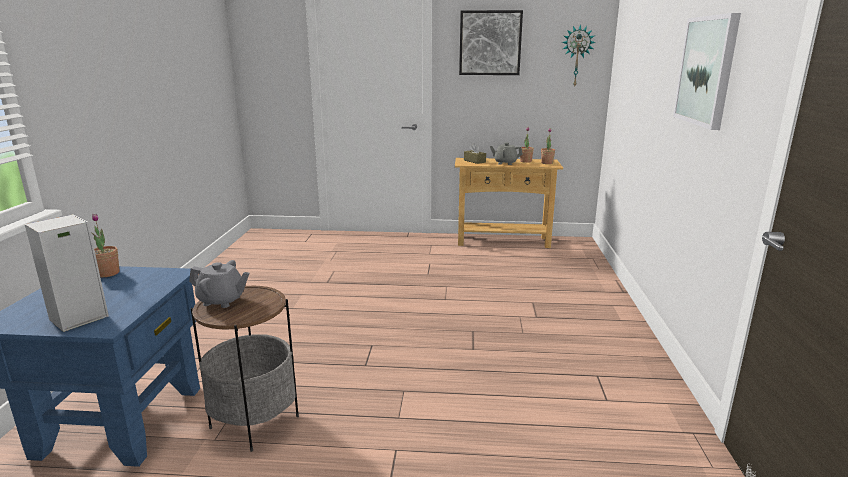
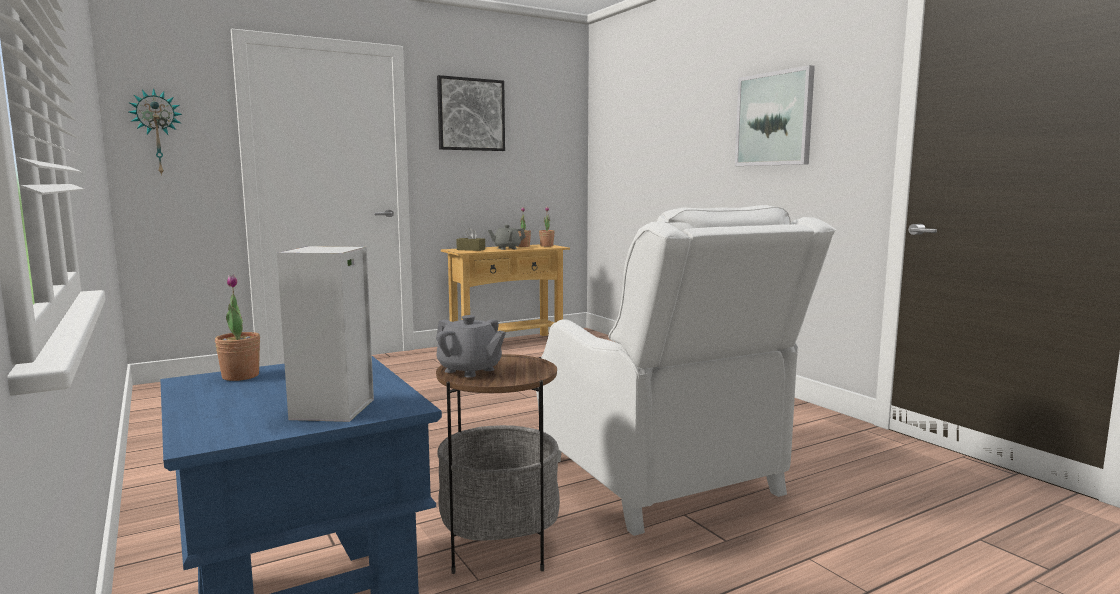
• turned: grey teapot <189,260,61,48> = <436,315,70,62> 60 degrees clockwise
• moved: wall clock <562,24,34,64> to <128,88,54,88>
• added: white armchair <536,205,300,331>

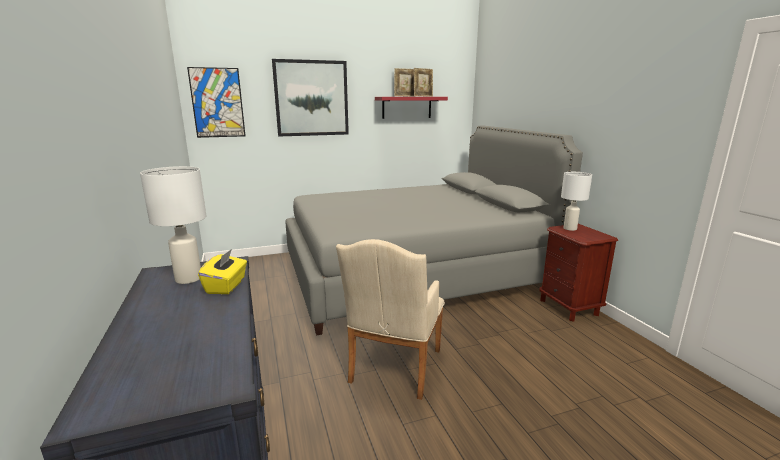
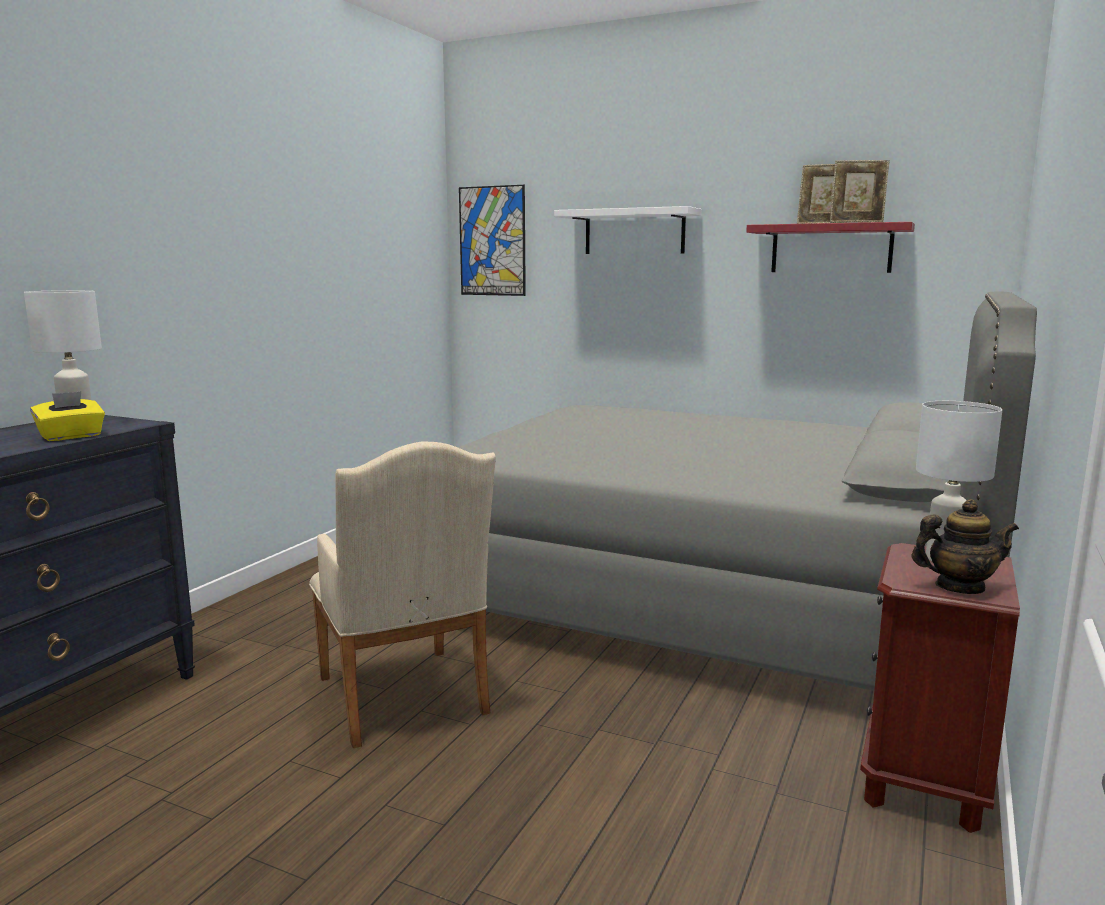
• replaced: picture <272,59,77,78> to white shelf <554,206,148,48>
• turned: beige armchair <336,239,109,161> = <309,442,187,306> 90 degrees counterclockwise
• added: teapot <911,499,108,95>

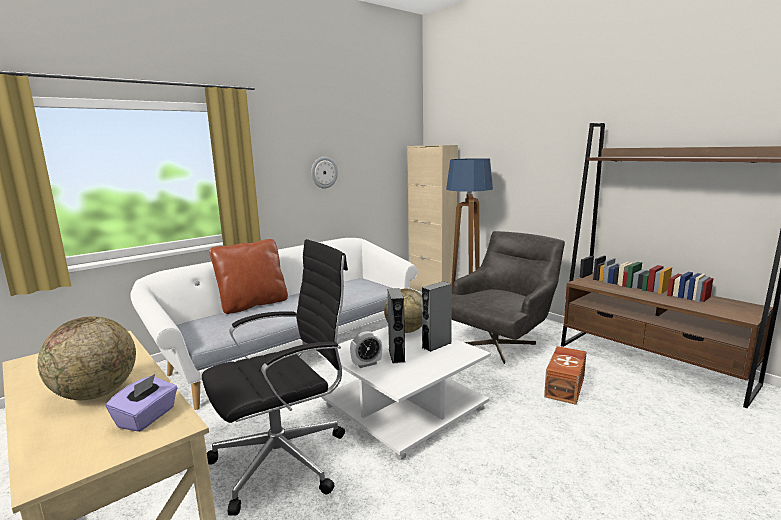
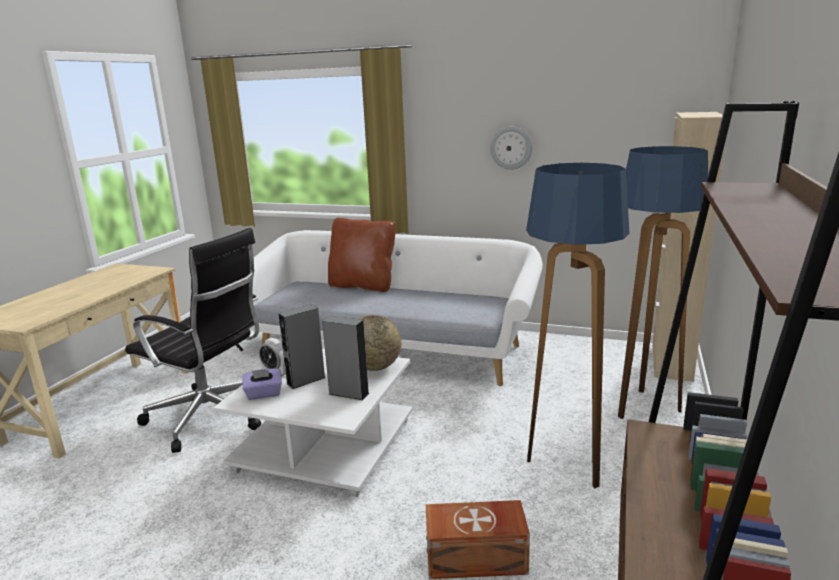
• removed: globe <38,316,98,84>
• moved: purple tissue box <106,374,71,58> to <242,369,40,31>
• replaced: grey armchair <452,231,113,133> to floor lamp <526,163,103,325>

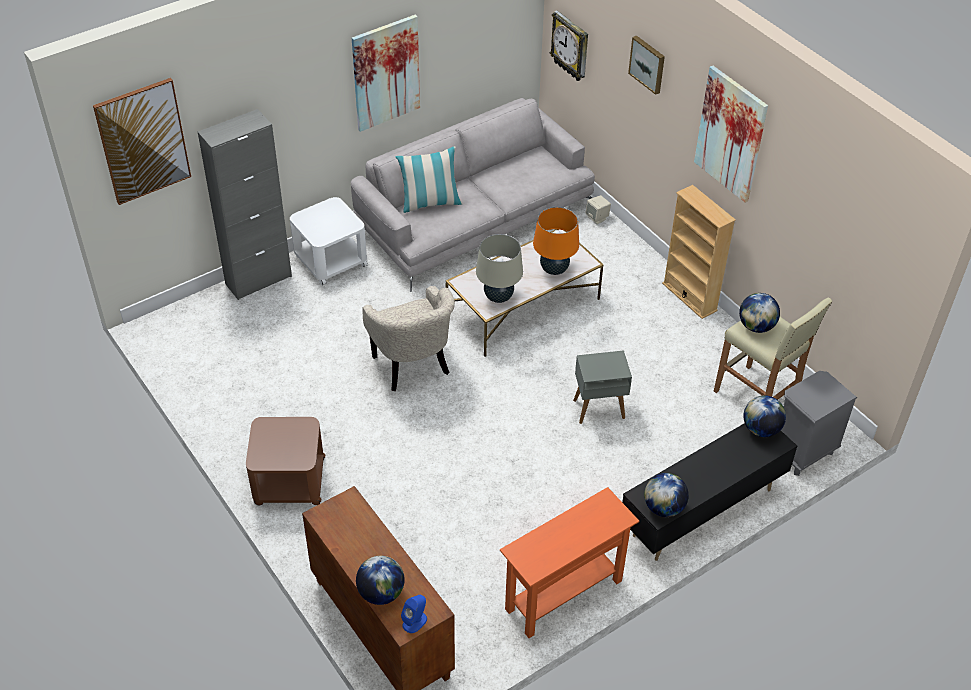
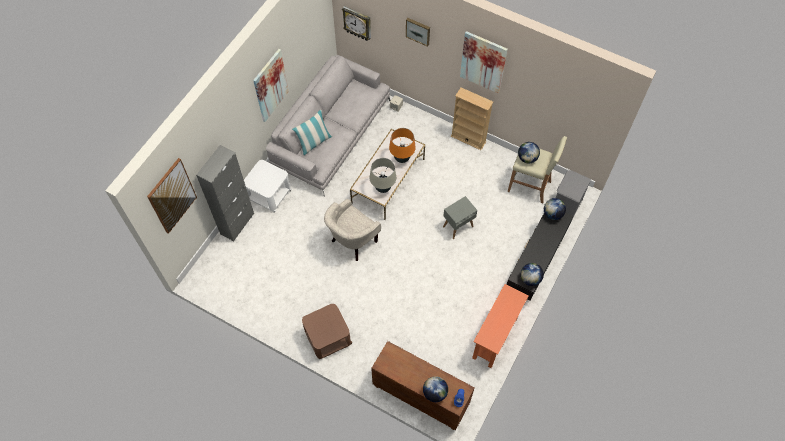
• turned: beige armchair <362,286,93,105> = <324,199,57,62> 90 degrees clockwise

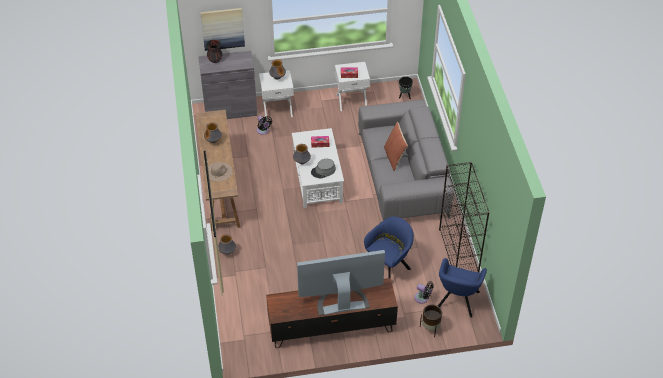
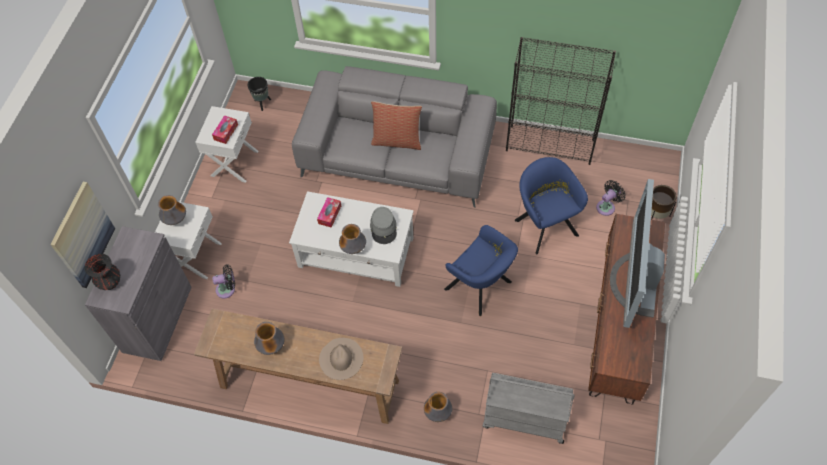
• moved: blue armchair <438,258,49,60> to <444,225,74,91>
• added: grey cart <482,373,92,71>

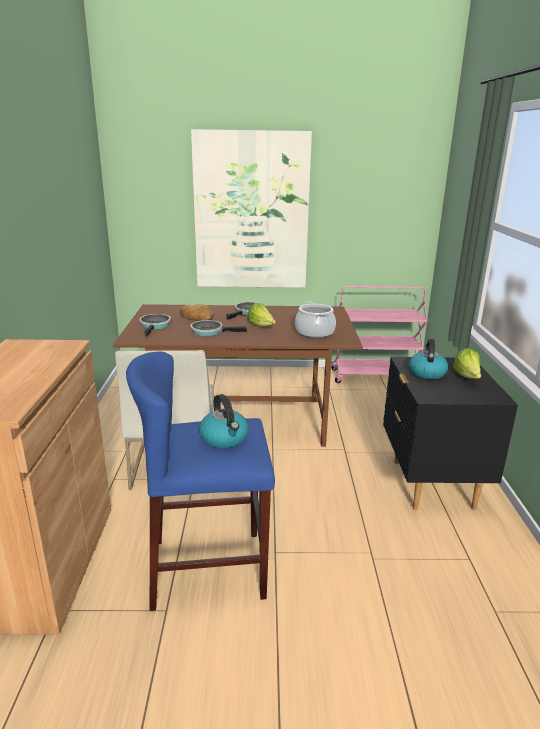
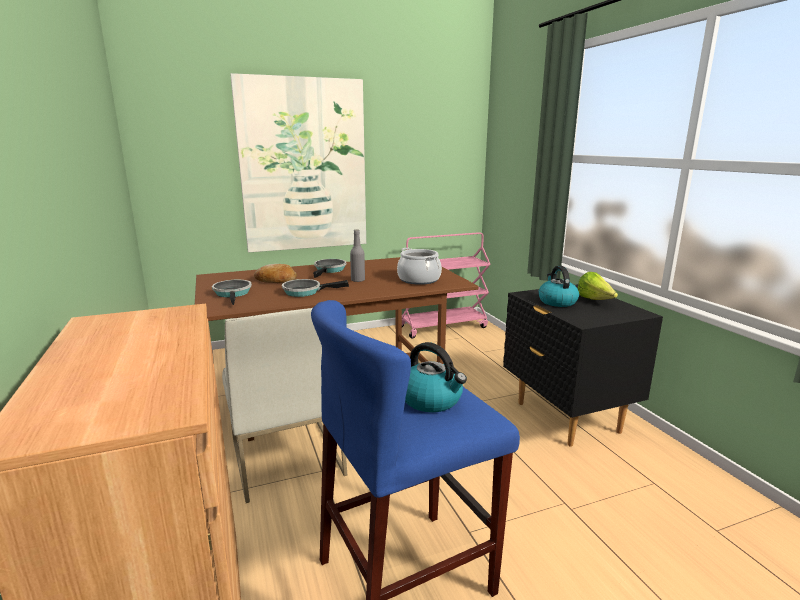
• replaced: lettuce <248,303,28,23> to grey bottle <350,230,15,52>

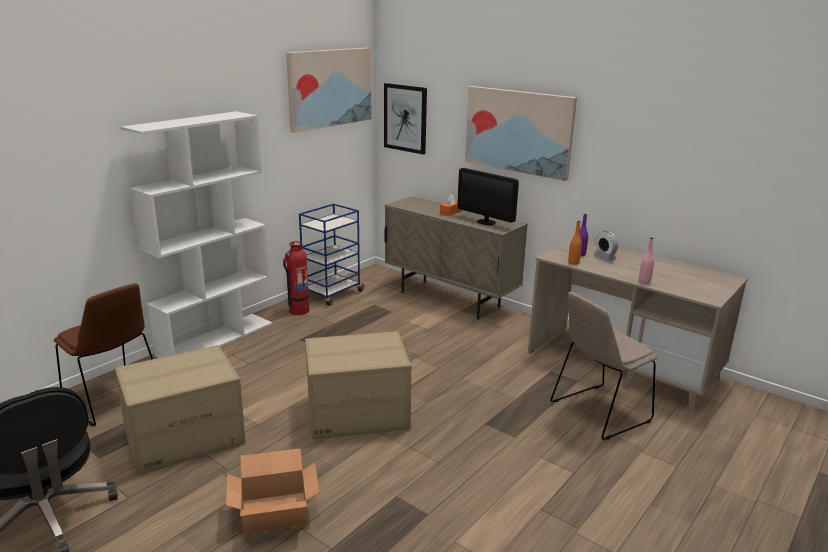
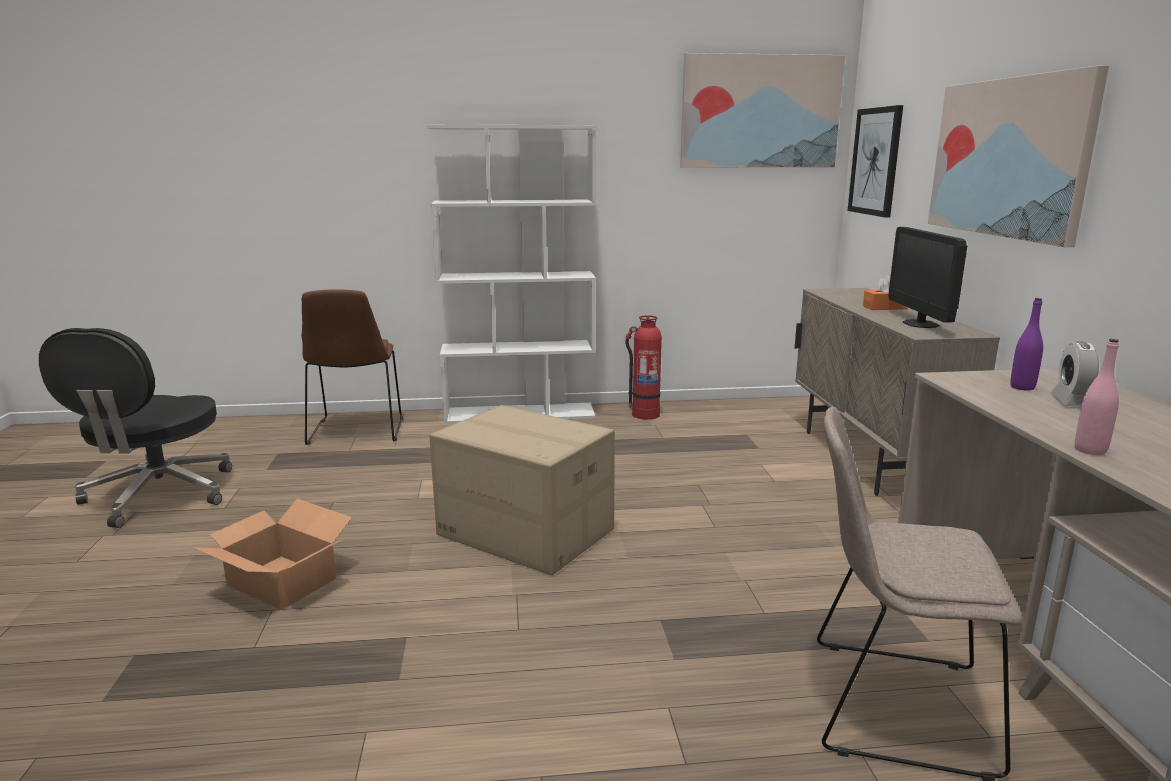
• removed: cardboard box <115,345,131,130>
• removed: blue cart <299,204,66,102>
• removed: orange bottle <568,221,14,44>

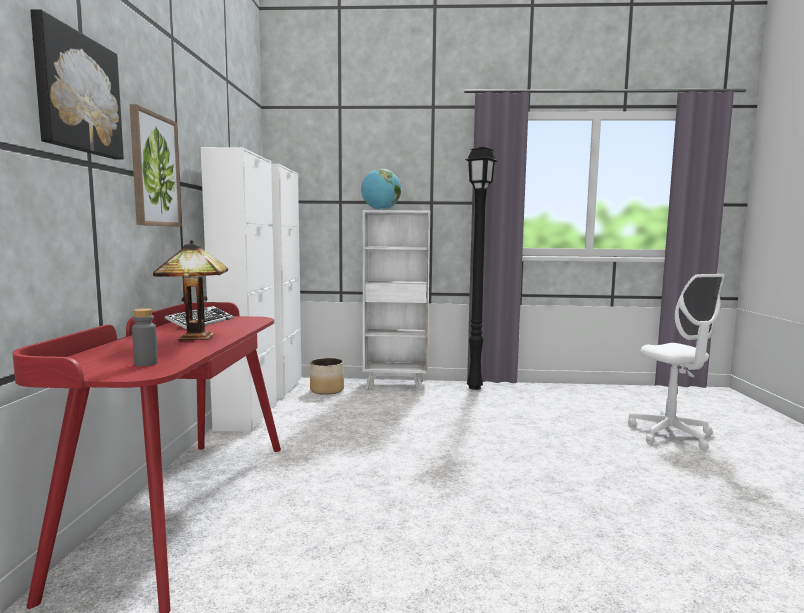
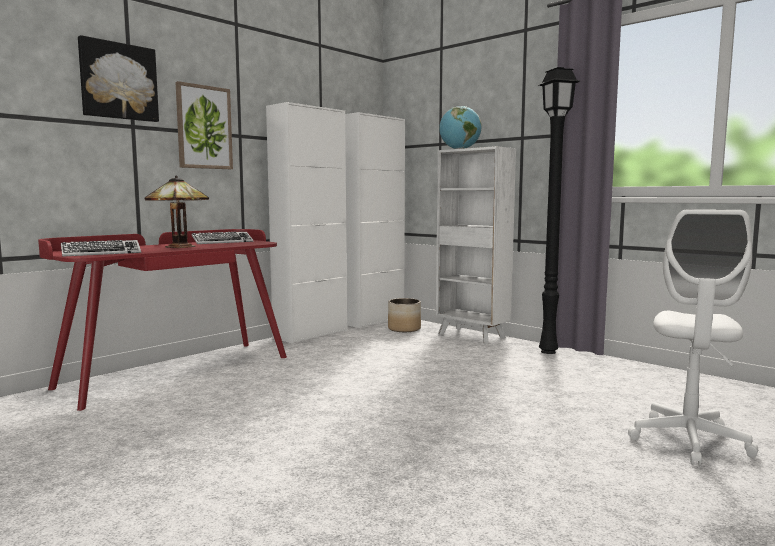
• replaced: grey bottle <132,308,26,58> to keyboard <61,240,80,17>

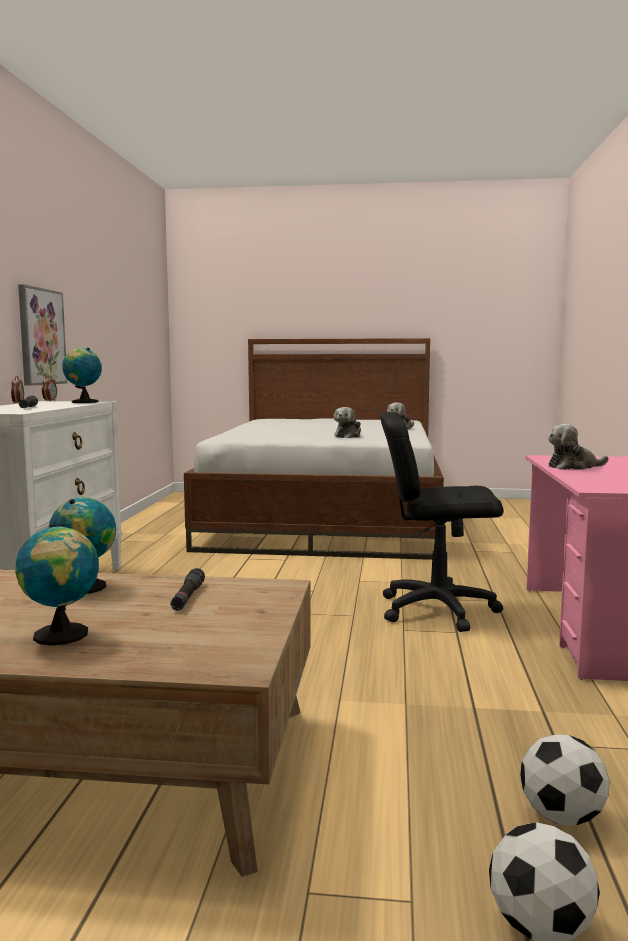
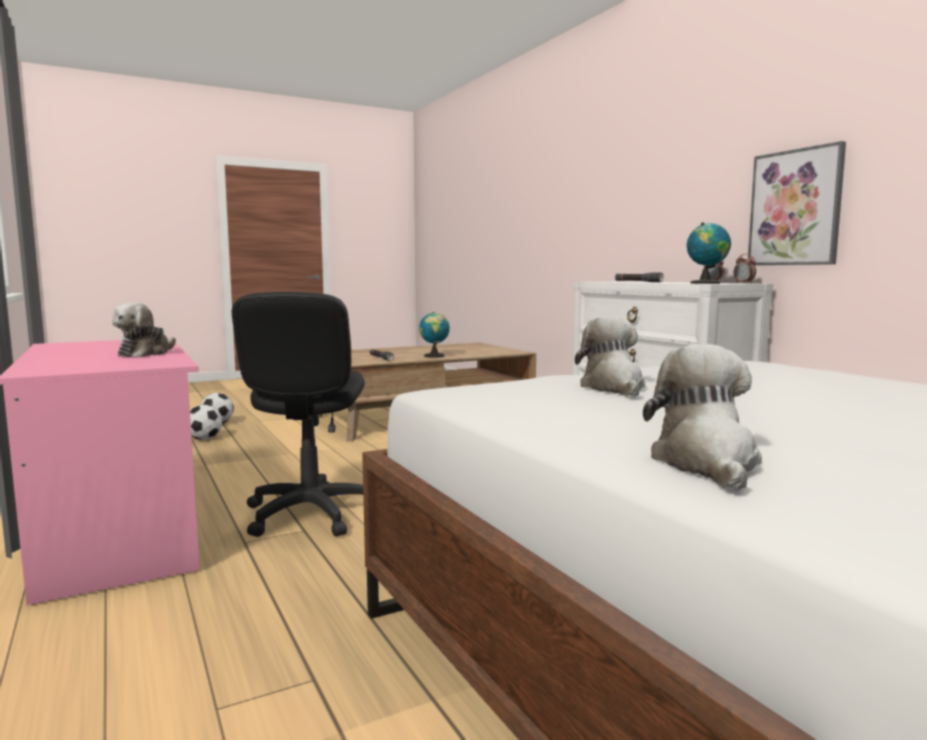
• removed: globe <15,524,84,122>
• turned: black office chair <380,412,123,220> = <232,292,133,245> 120 degrees clockwise
• turned: plush toy <548,424,60,46> = <112,302,64,55> 150 degrees clockwise

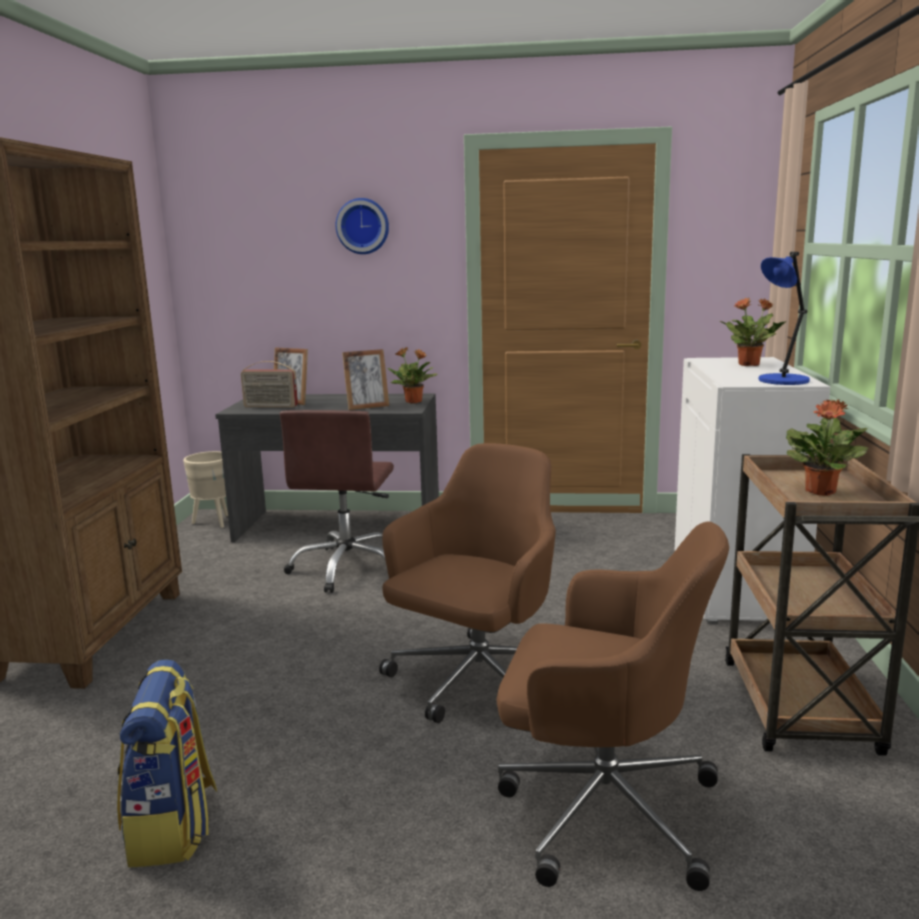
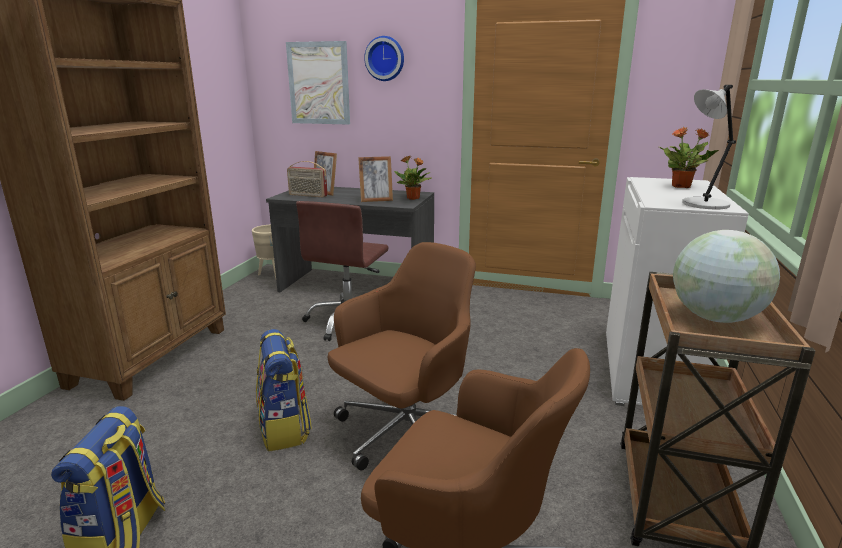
• recoloured: blue table lamp <759,252,51,133> to grey table lamp <682,85,54,124>
• replaced: potted plant <786,399,82,97> to globe <673,230,107,93>
• added: backpack <256,329,56,123>
• added: picture <286,41,64,84>

